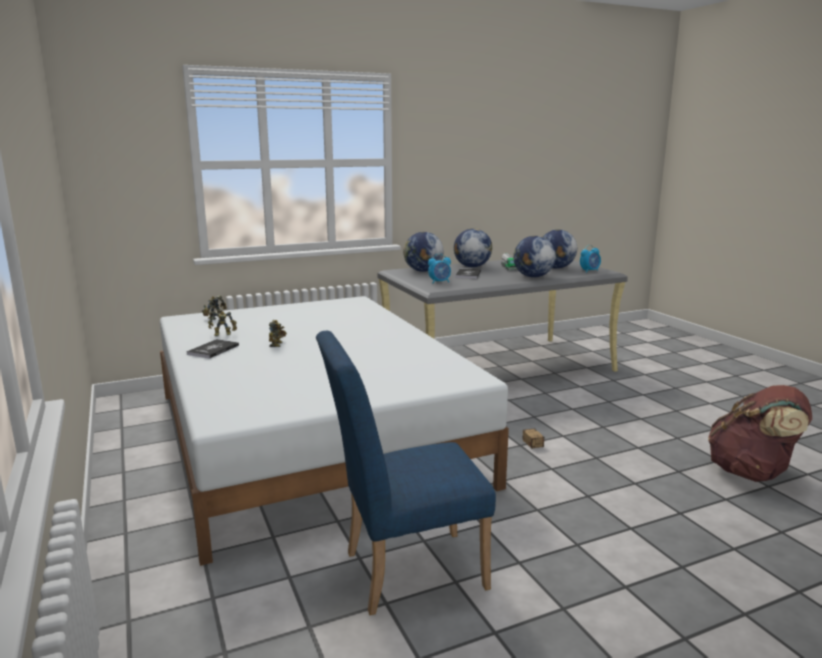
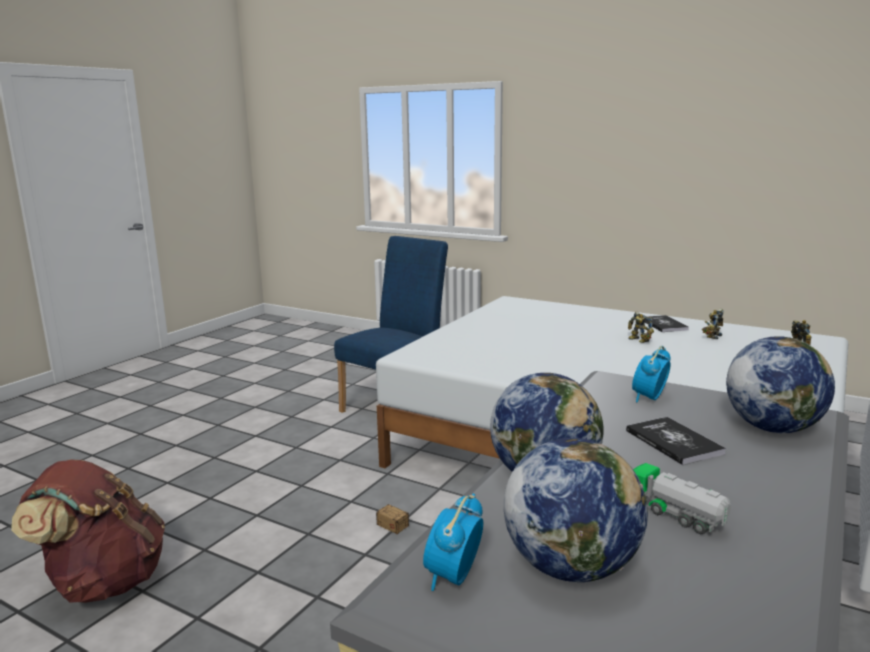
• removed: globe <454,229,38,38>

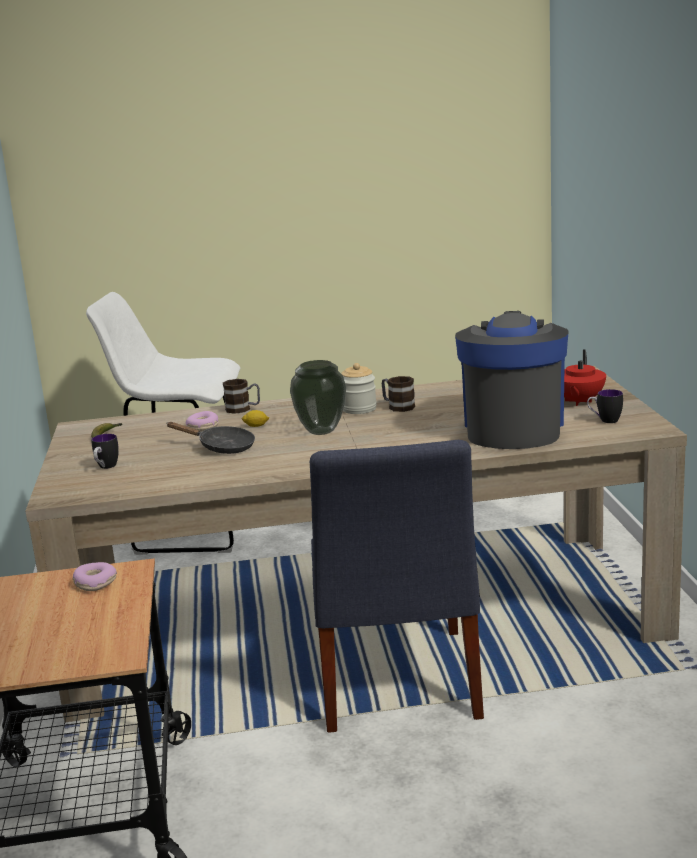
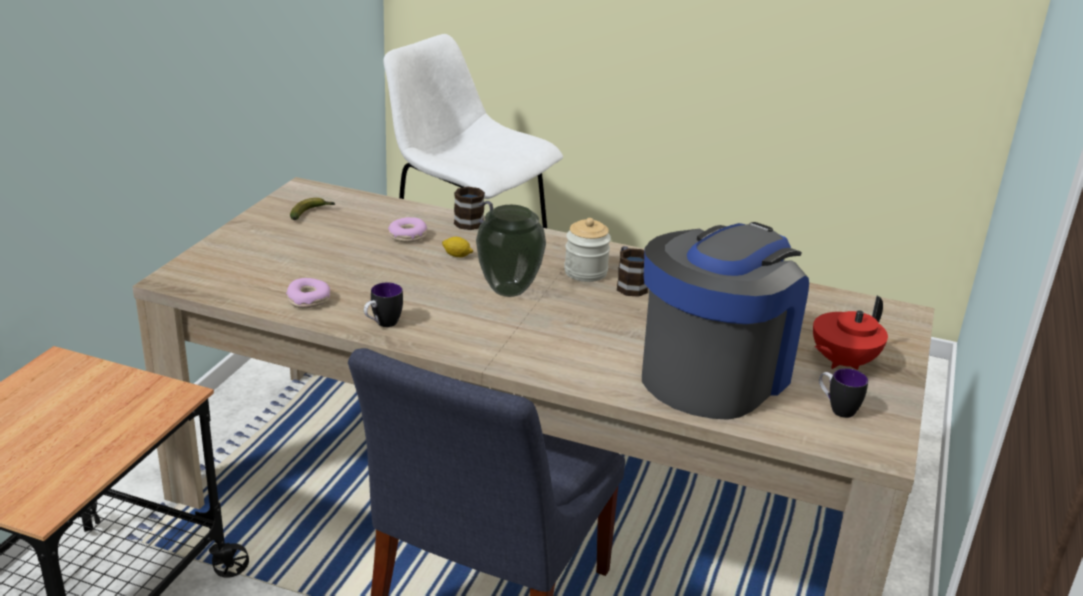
• moved: donut <73,562,44,29> to <286,278,44,30>
• moved: mug <91,434,28,35> to <364,283,39,44>
• removed: black frying pan <166,422,89,32>

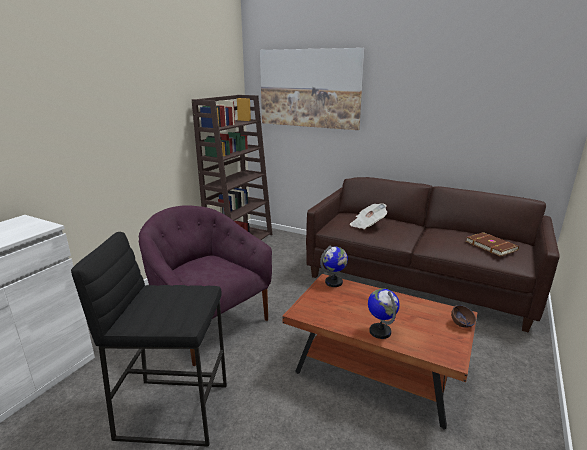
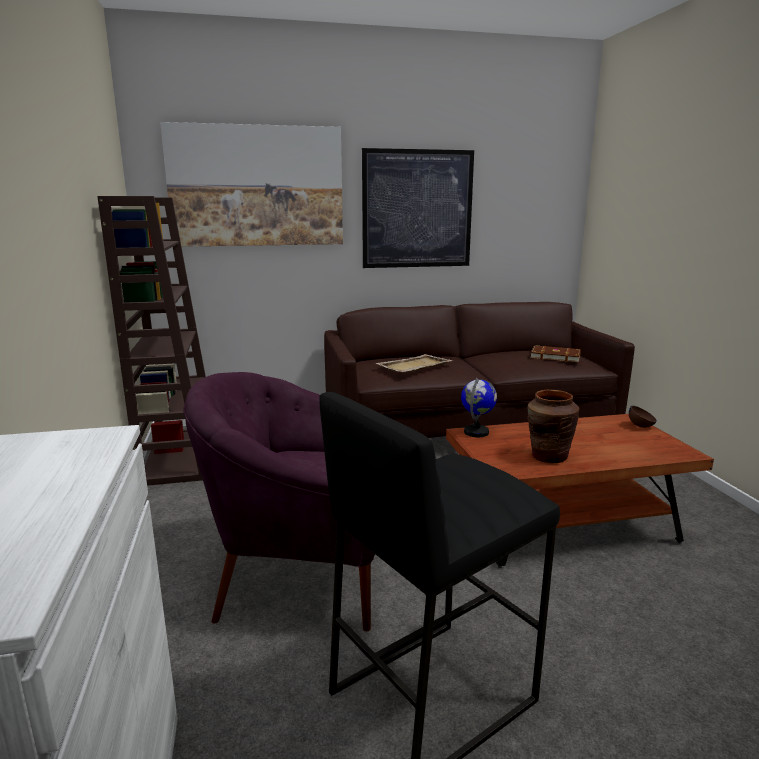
• replaced: newspaper <350,203,37,26> to beige tray <375,354,77,19>
• removed: globe <368,289,32,50>
• added: picture <362,148,112,120>
• added: brown vase <527,390,52,73>

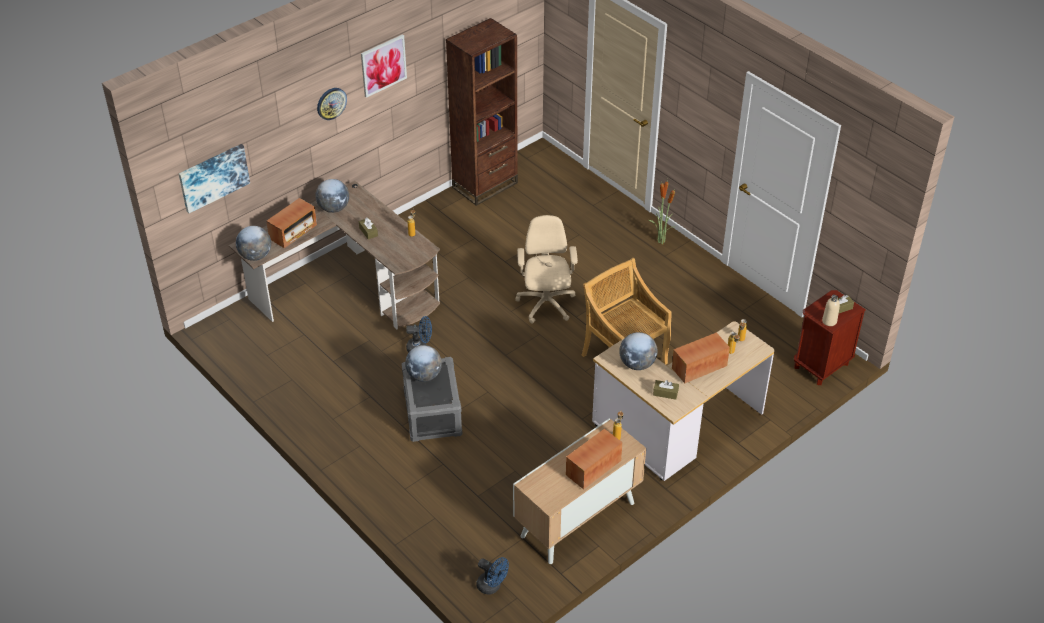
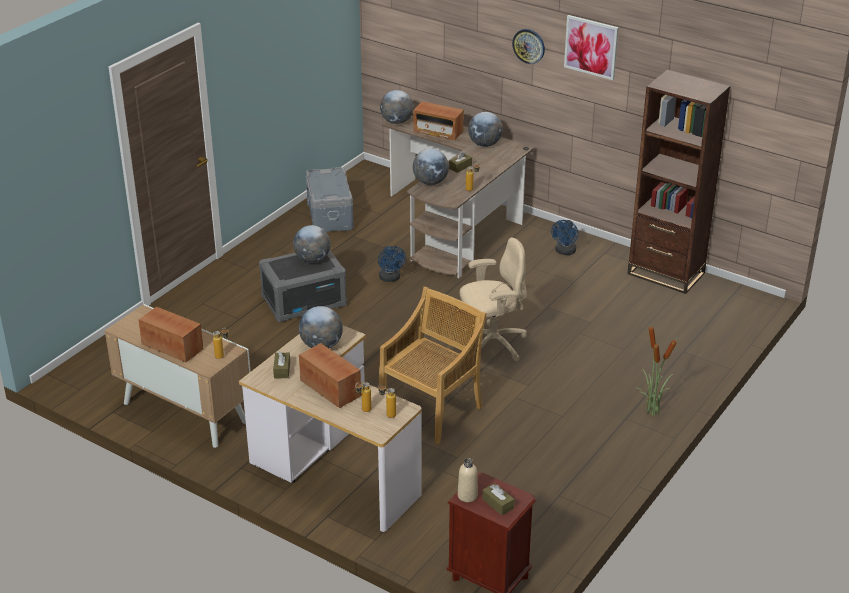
• removed: picture <179,144,71,69>
• moved: blue fan <476,557,33,38> to <551,220,27,35>
• added: grey storage box <306,167,48,65>
• added: globe <413,149,36,36>

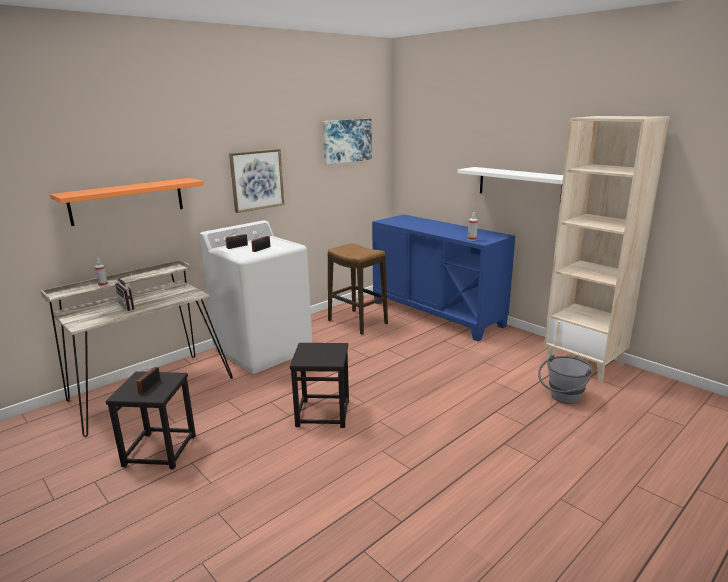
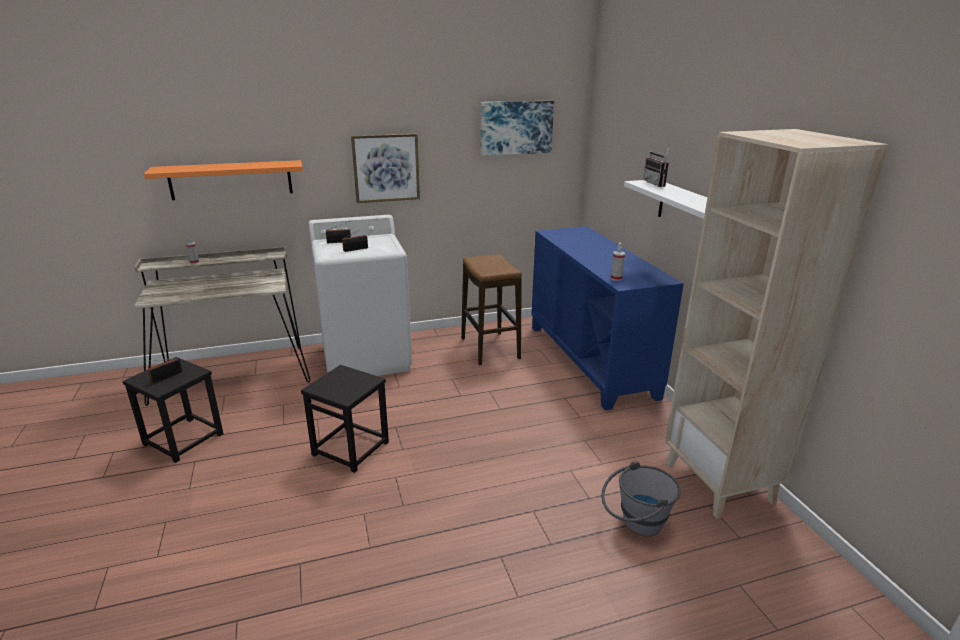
• moved: radio <115,272,20,39> to <643,145,26,42>

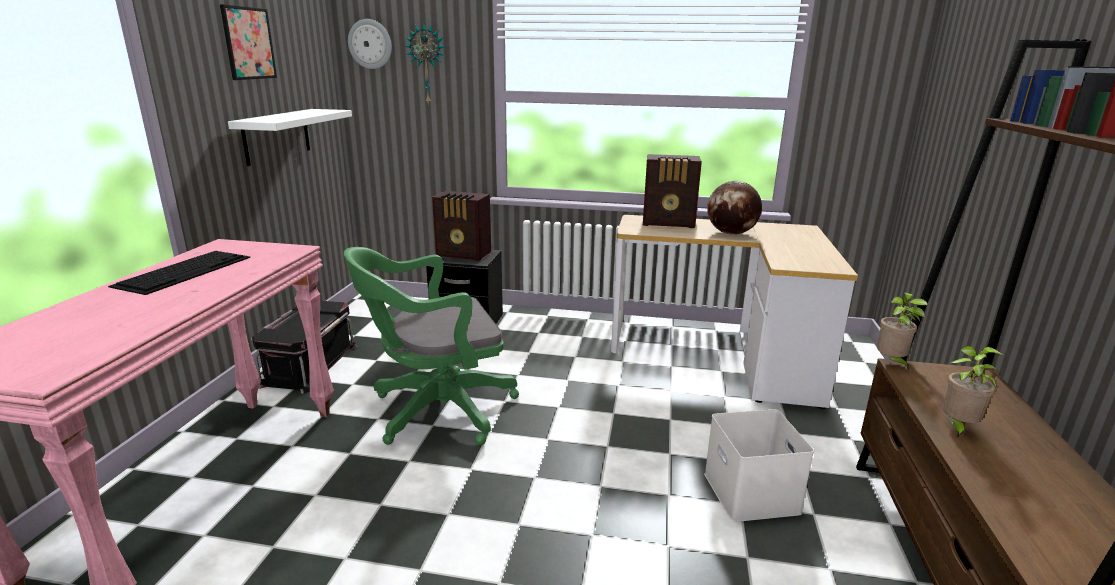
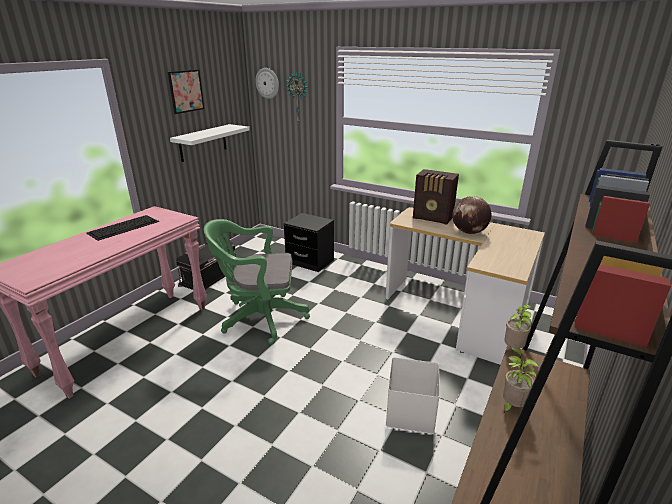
• removed: radio <432,191,59,70>

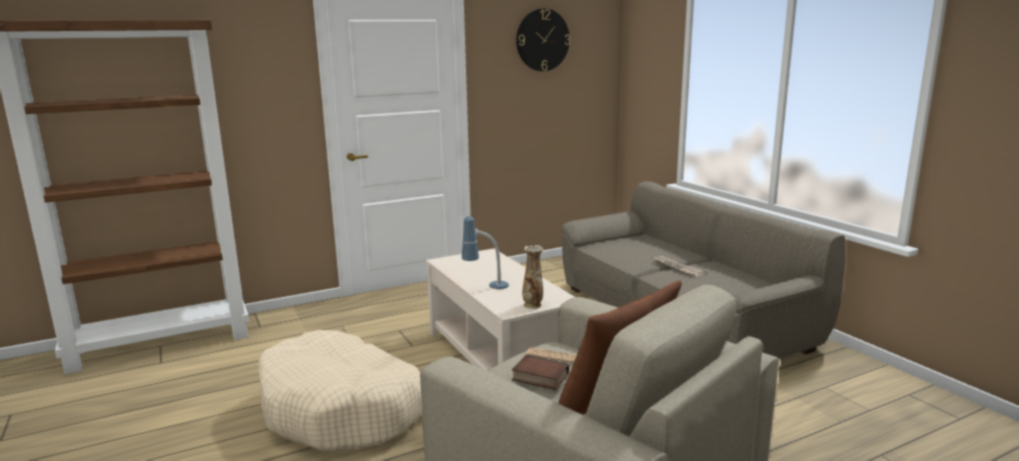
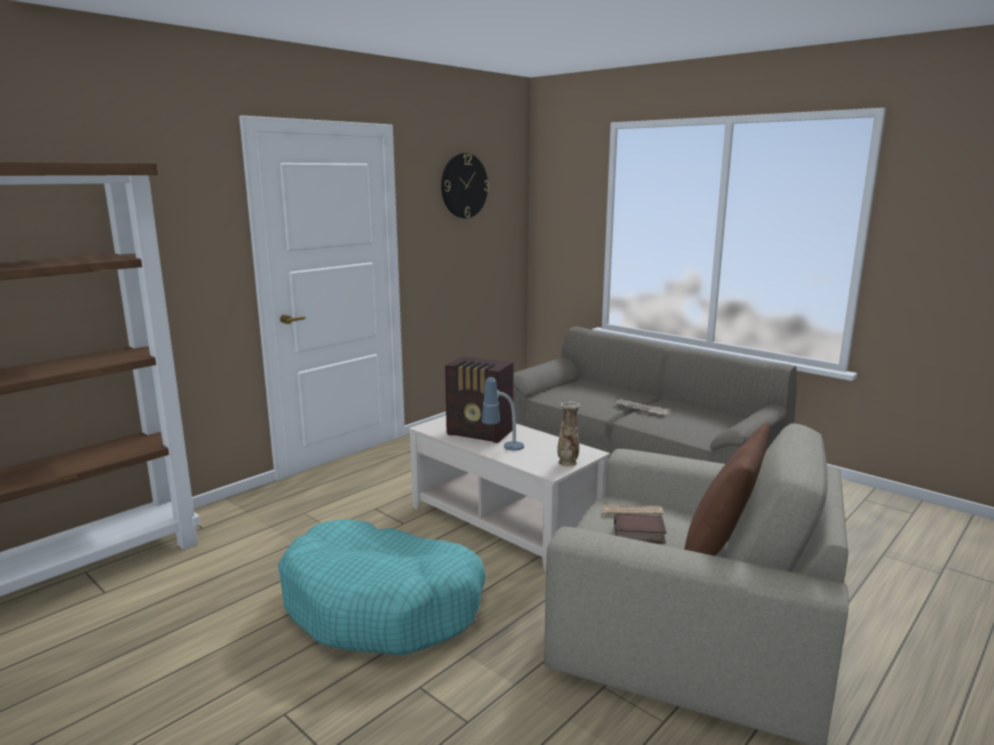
• recoloured: beige dog bed <258,330,164,121> to turquoise dog bed <278,519,208,136>
• added: radio <445,356,68,87>

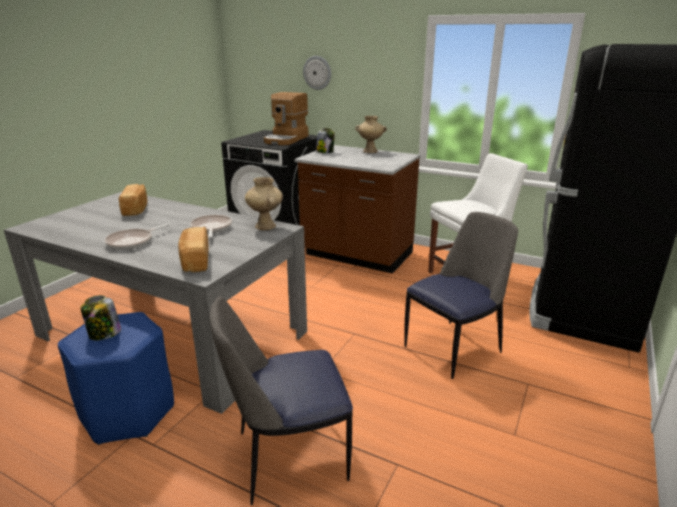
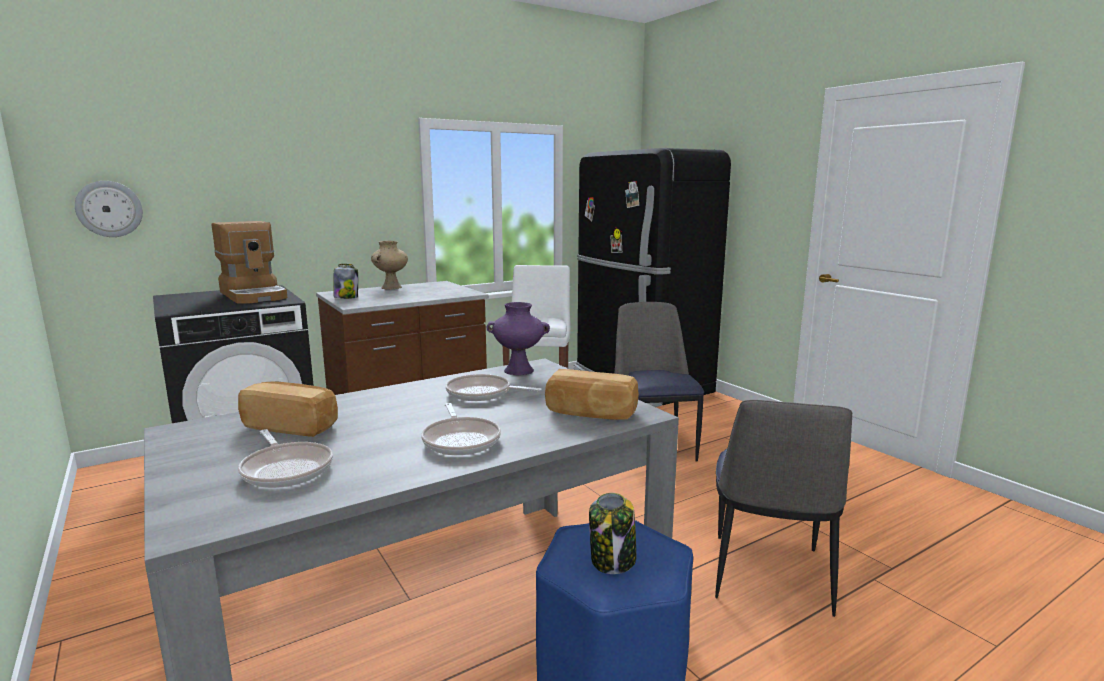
• recoloured: beige vase <245,177,38,53> to purple vase <486,302,64,73>
• moved: wall clock <303,56,28,34> to <75,181,68,56>
• added: frying pan <238,429,95,59>

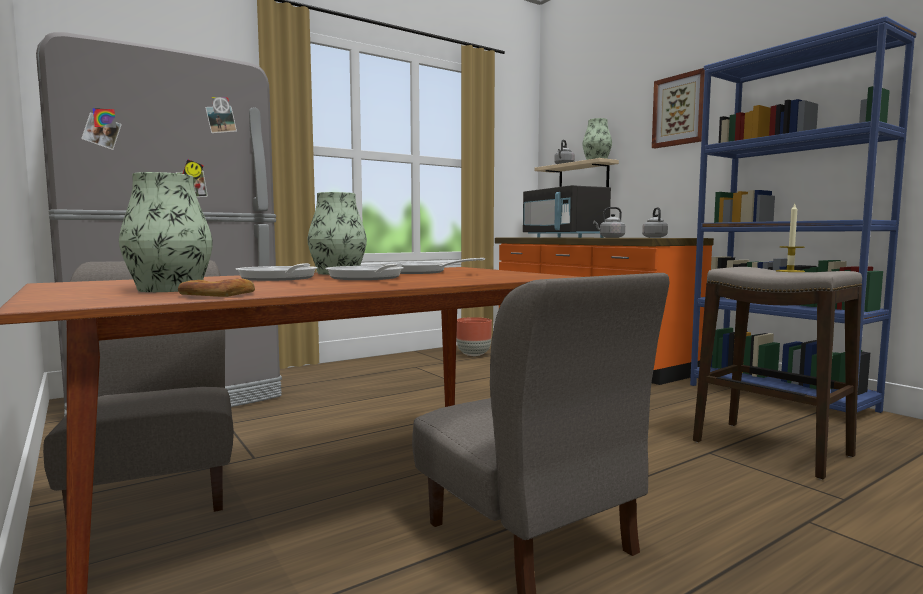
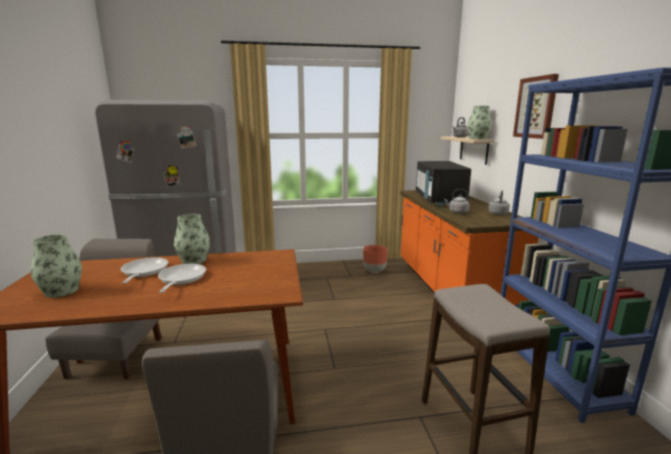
• removed: bread <178,279,77,18>
• removed: frying pan <380,258,105,16>
• removed: candle <776,204,29,68>

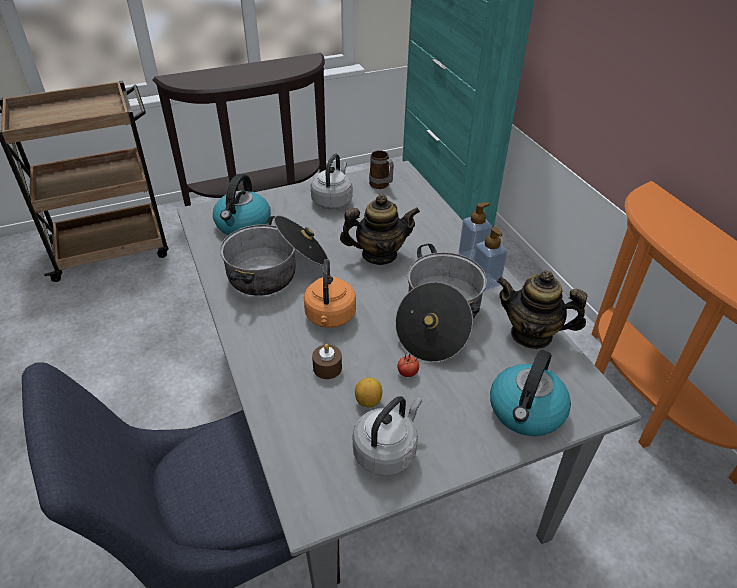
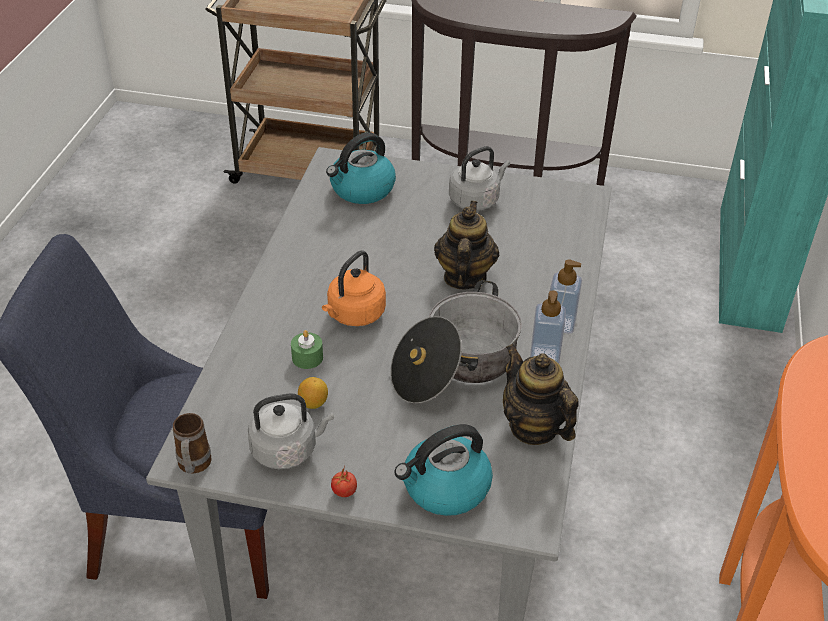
• removed: cooking pot <220,216,108,80>
• recoloured: brown candle <312,344,30,35> to green candle <291,330,32,39>
• turned: teapot <340,194,80,71> = <434,201,65,88> 105 degrees counterclockwise
• moved: mug <369,150,25,39> to <173,413,39,61>
• moved: tomato <398,352,21,25> to <331,466,26,31>

